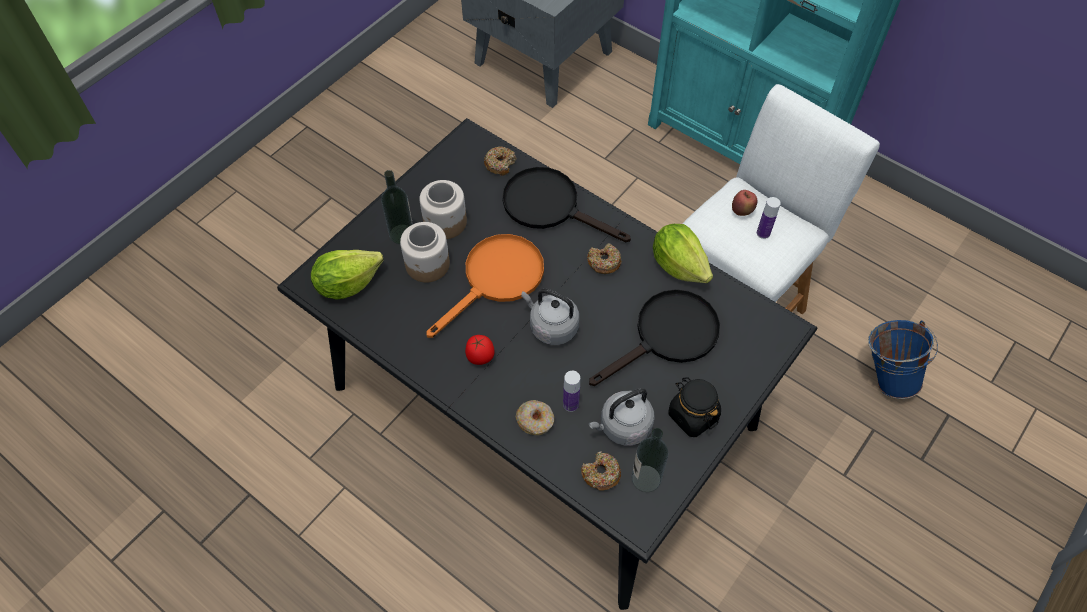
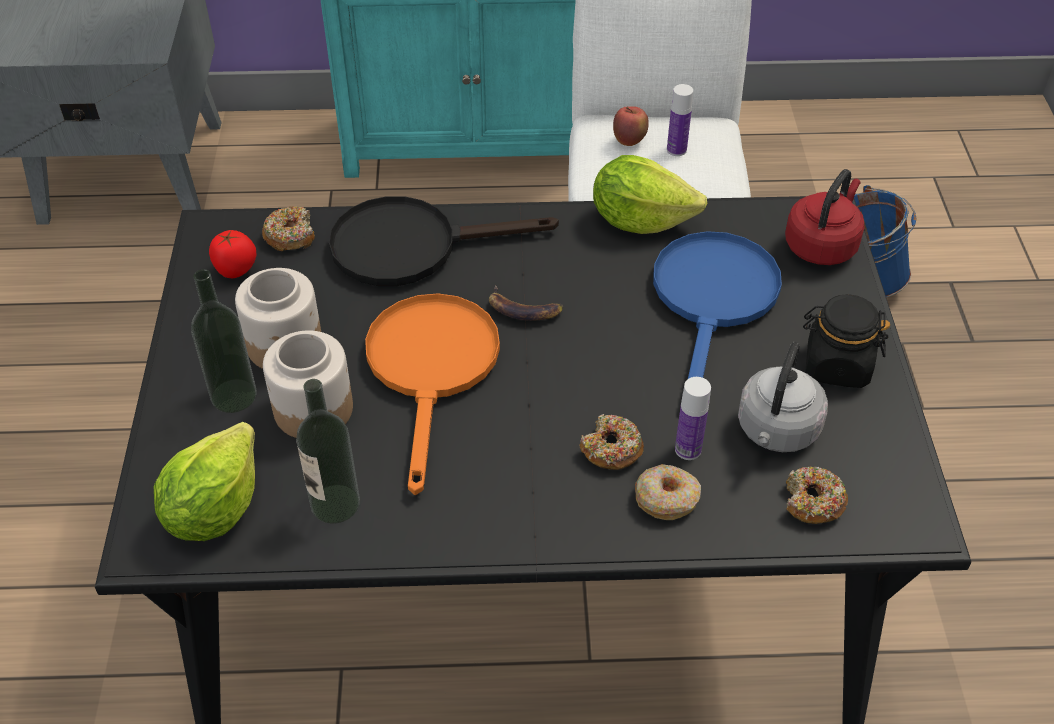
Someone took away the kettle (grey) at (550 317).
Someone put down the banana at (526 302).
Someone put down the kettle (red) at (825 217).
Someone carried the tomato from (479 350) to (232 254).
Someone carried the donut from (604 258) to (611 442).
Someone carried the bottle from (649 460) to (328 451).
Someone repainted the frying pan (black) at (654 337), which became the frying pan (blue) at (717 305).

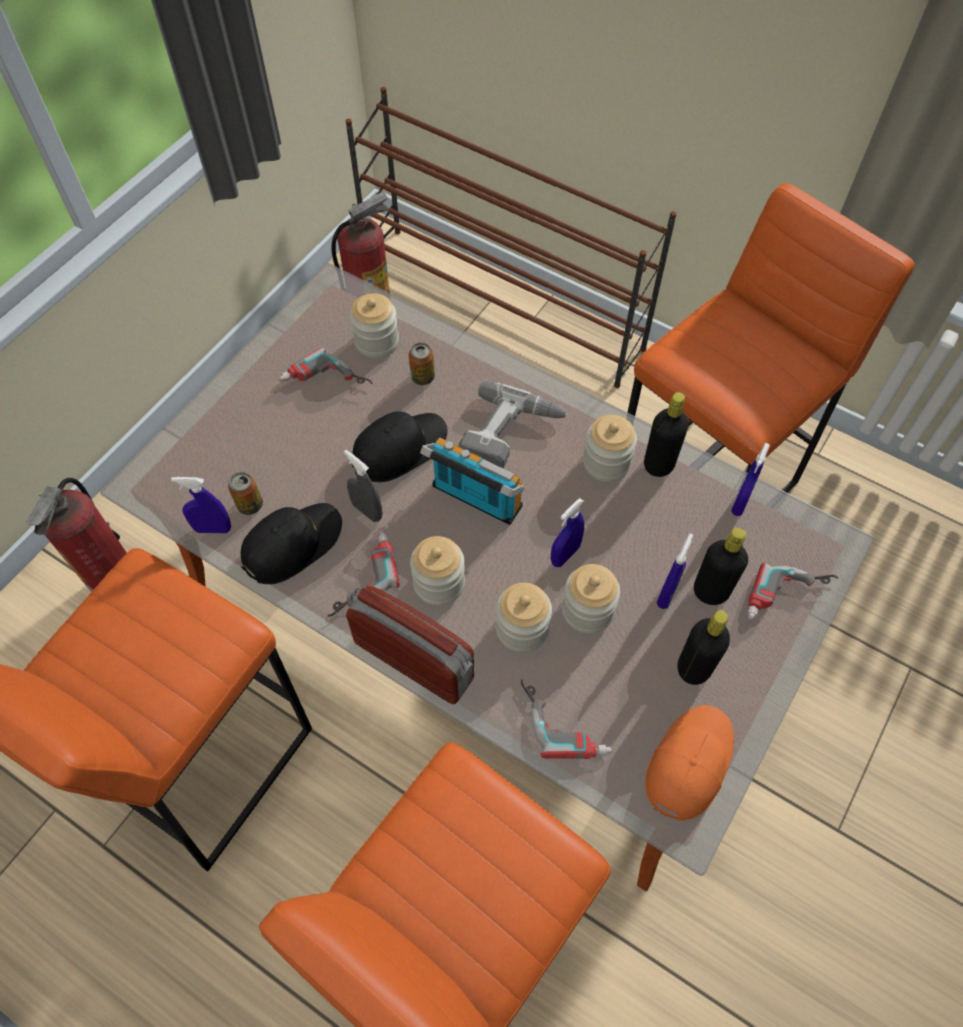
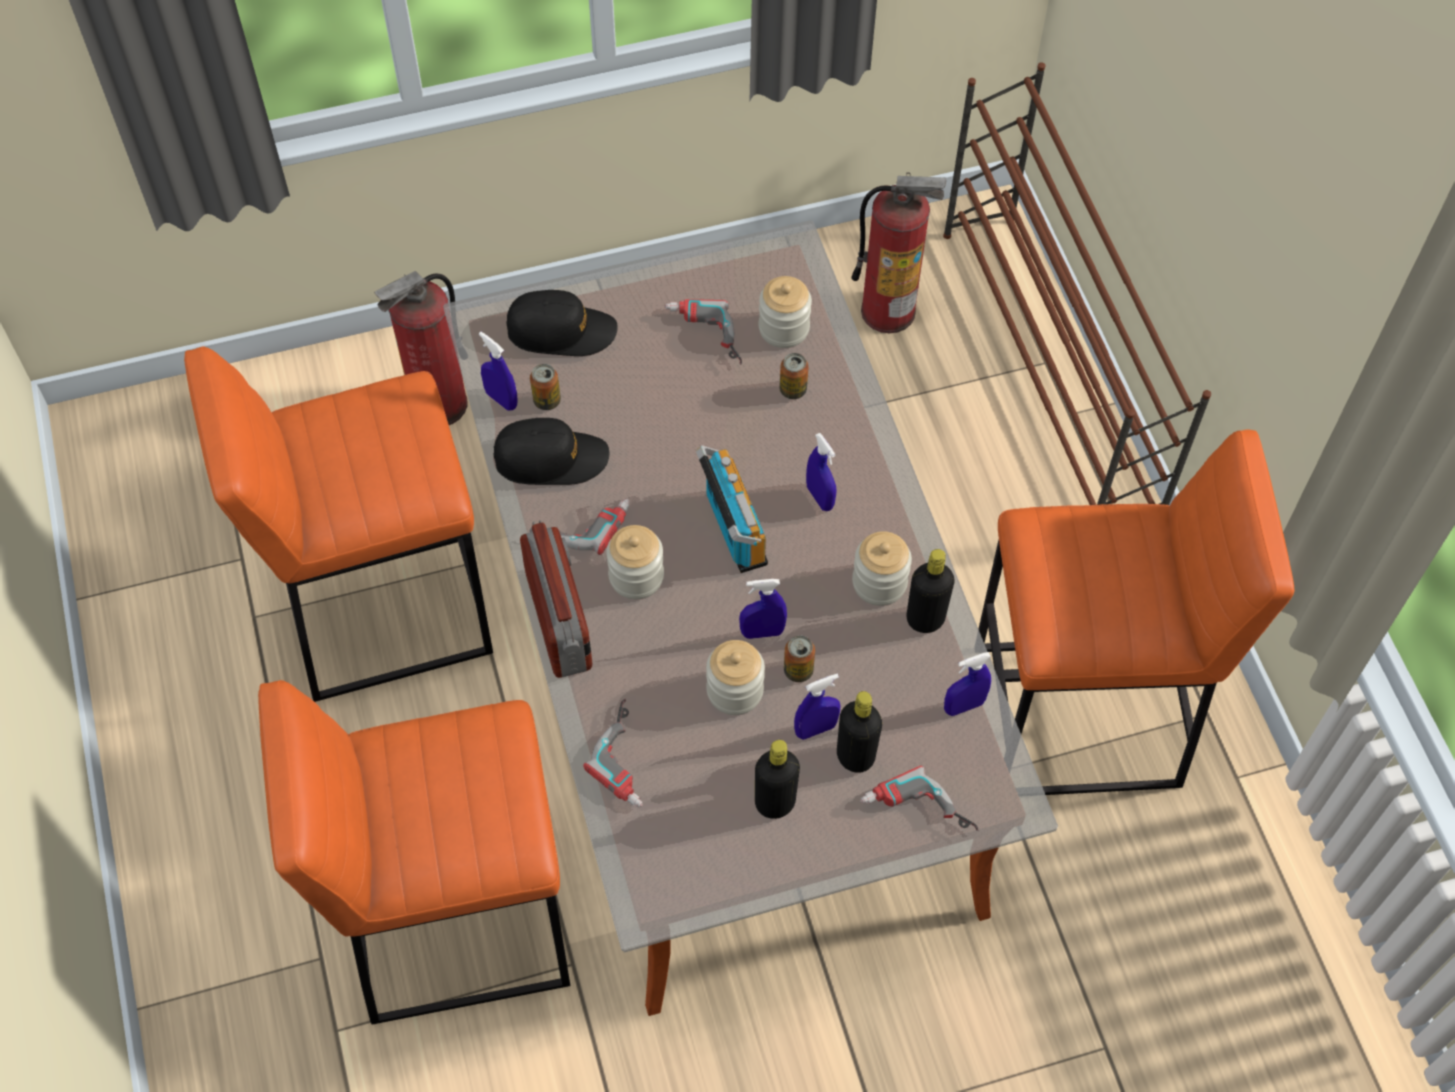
Someone took away the spray bottle (grey) at (363 486).
Someone took away the jar at (524 618).
Someone took away the cap (orange) at (689 763).
Someone put down the can at (799 659).
Someone carried the cap (black) from (400 446) to (562 323).
Someone swapped the power drill at (513 424) for the spray bottle (blue) at (821 472).

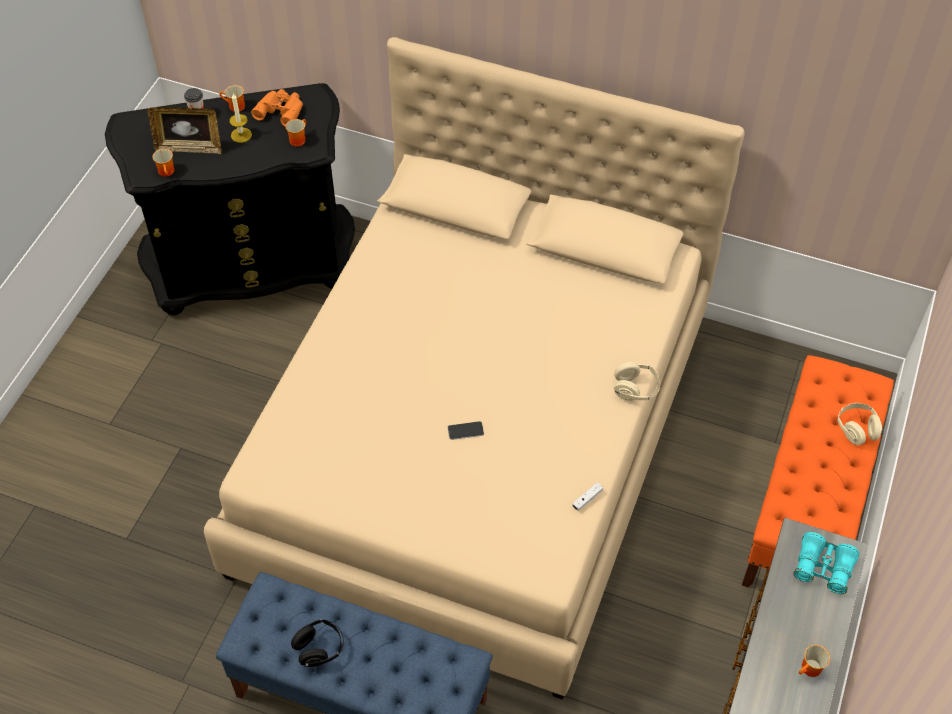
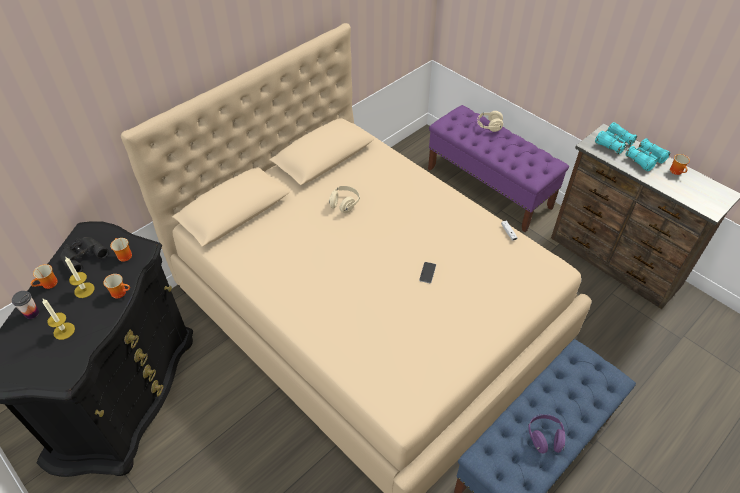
Someone put down the binoculars (turquoise) at (647 155).
Someone carried the mug from (163 163) to (116 286).
Someone carried the headphones (beige) from (637 381) to (344 199).
Someone swapped the picture frame at (184 130) for the candle at (58 319).
Someone repainted the binoculars (orange) at (277 107), which became the binoculars (black) at (84 255).
Someone repainted the headphones (black) at (317 643), which became the headphones (purple) at (546 433).
Someone repainted the bench (orange) at (818 471), which became the bench (purple) at (498 168).

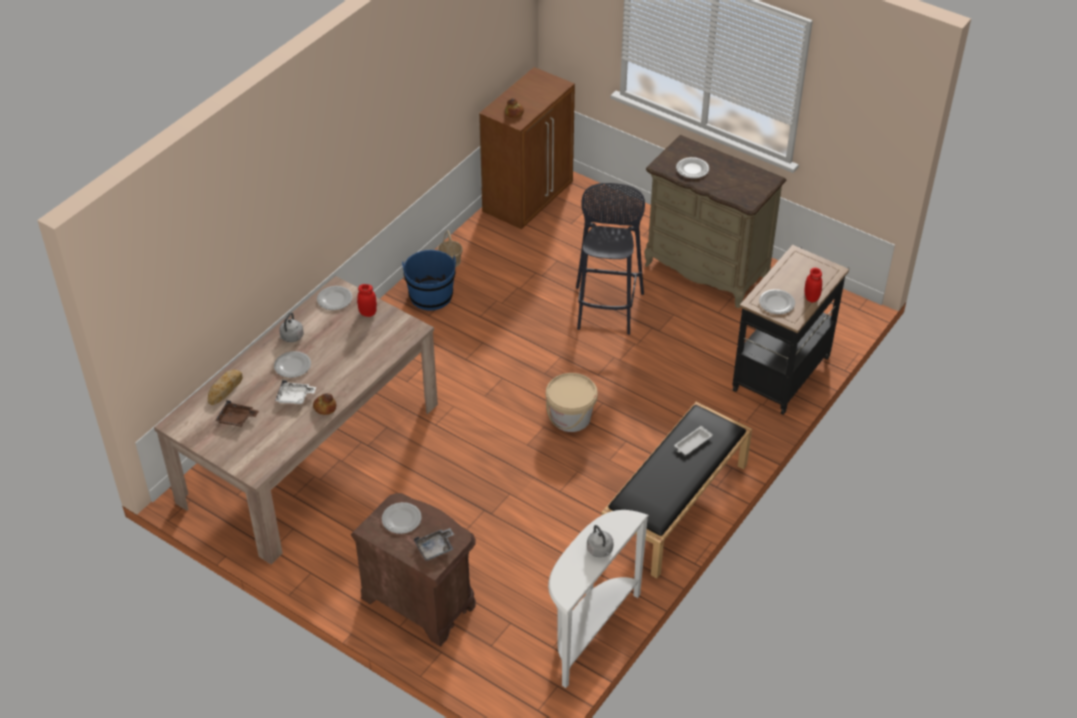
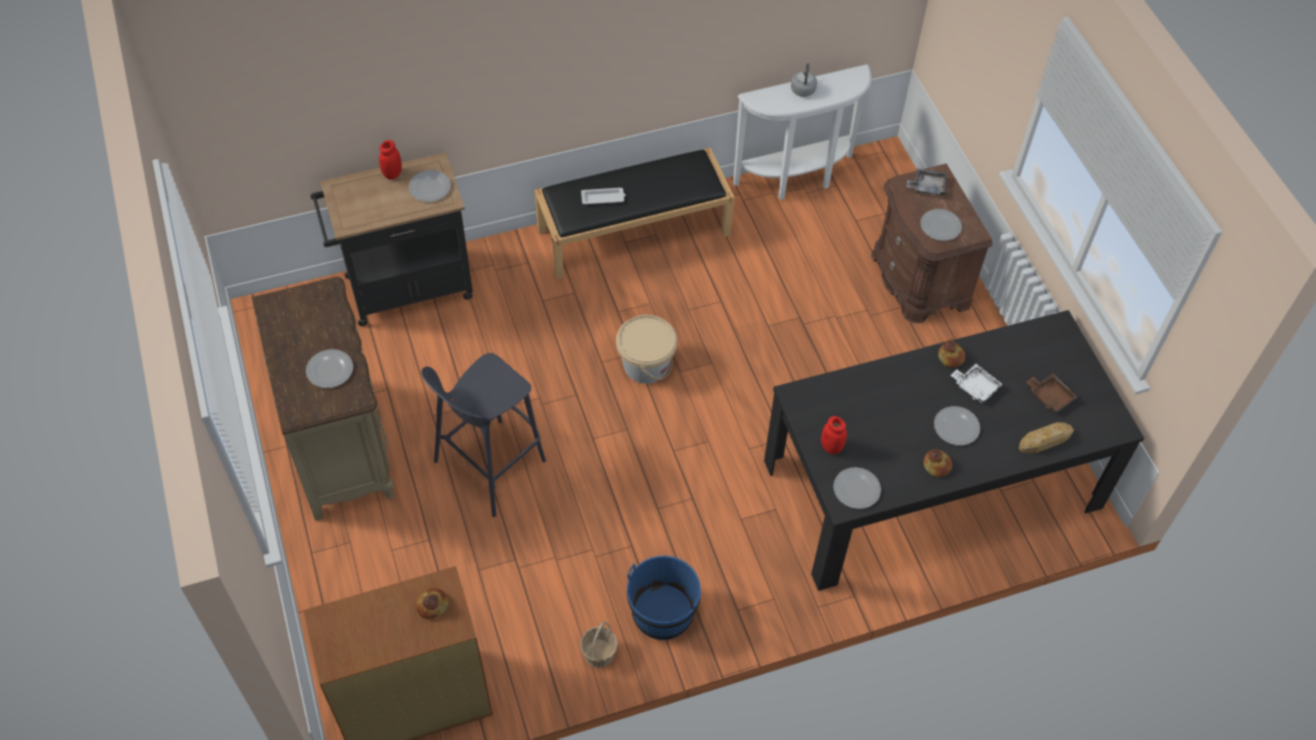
Someone swapped the kettle (grey) at (291 327) for the bread at (937 463).
Someone repainted the dining table (beige) at (296 420), which became the dining table (black) at (954 450).

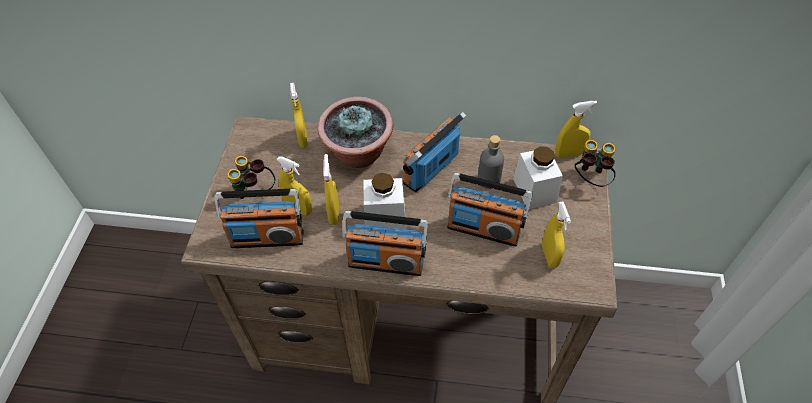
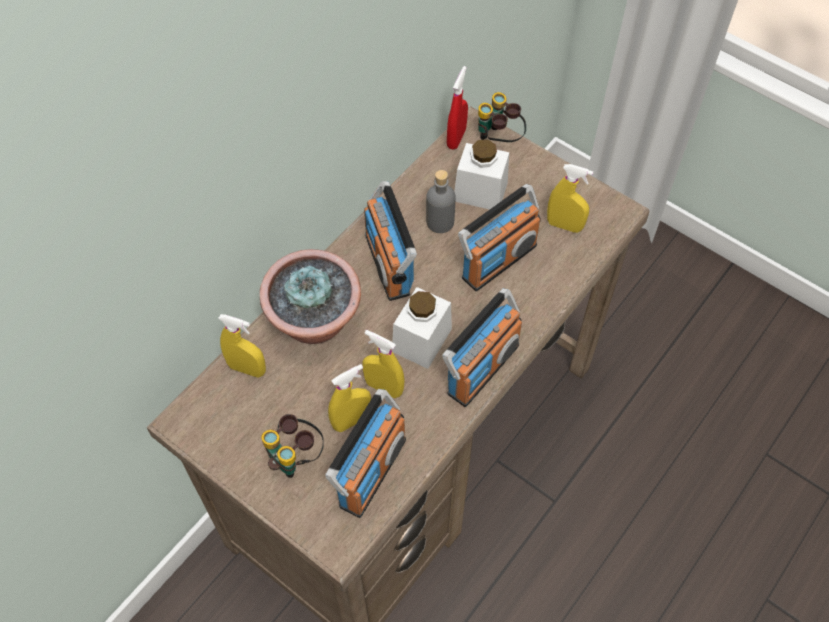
Someone repainted the spray bottle (yellow) at (576 129), which became the spray bottle (red) at (457 108).

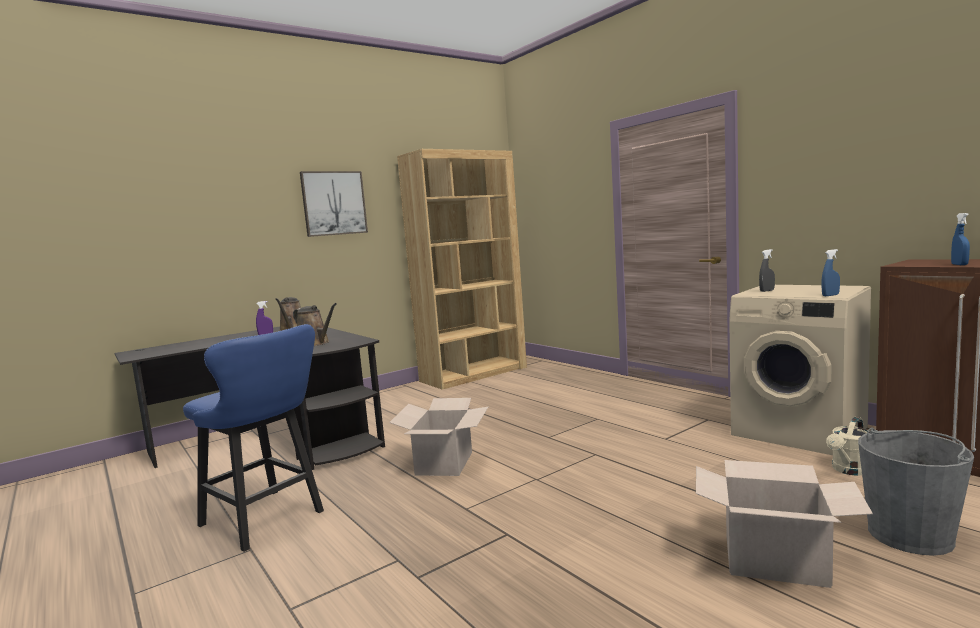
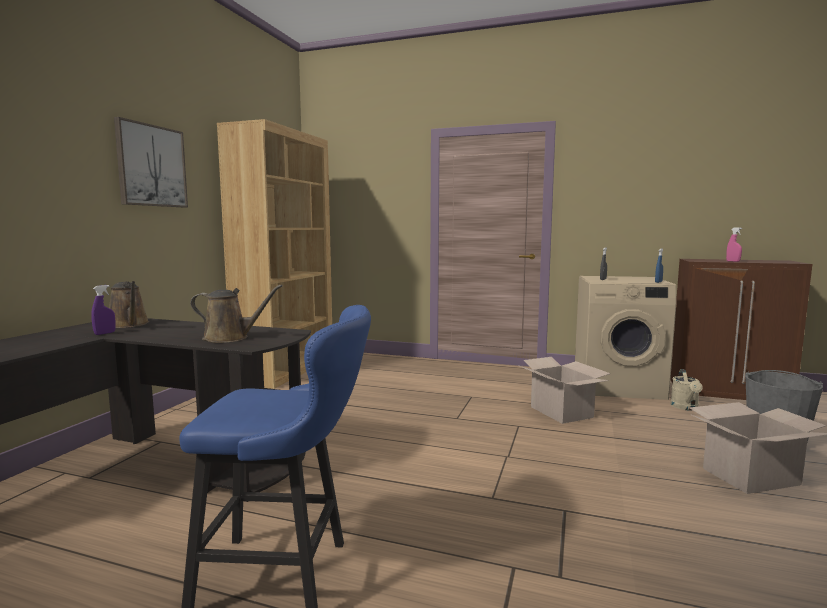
Someone carried the cardboard box from (438 437) to (564 390).
Someone repainted the spray bottle (blue) at (960 239), which became the spray bottle (pink) at (734 244).

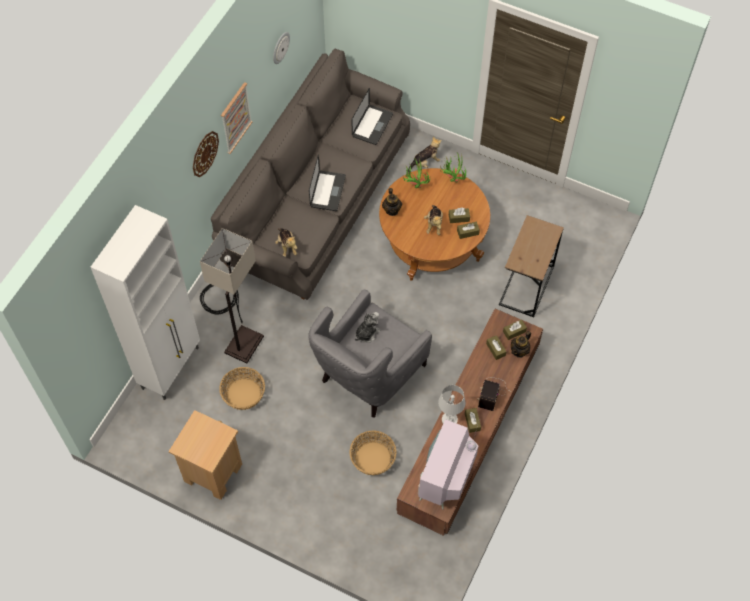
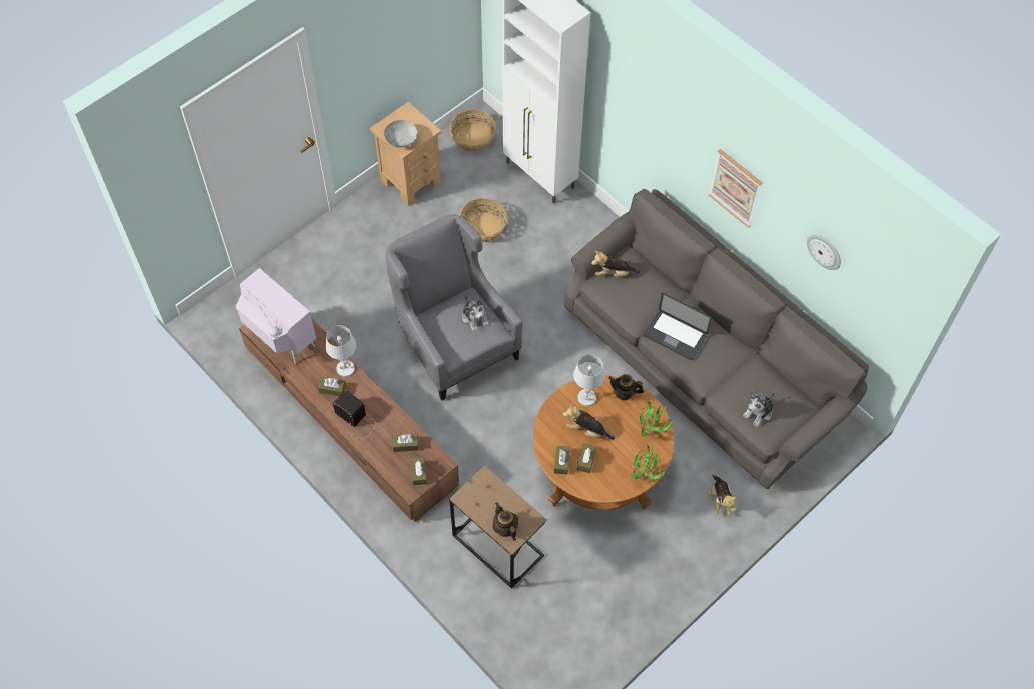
Someone took away the wall clock at (206 154).
Someone took away the floor lamp at (232 295).
Someone put down the bowl (grey) at (400 133).
Someone put down the table lamp (white) at (589 380).
Someone carried the basket from (373 452) to (472 131).
Someone carried the teapot from (521 344) to (505 521).
Someone swapped the laptop at (372 116) for the plush toy at (759 409).

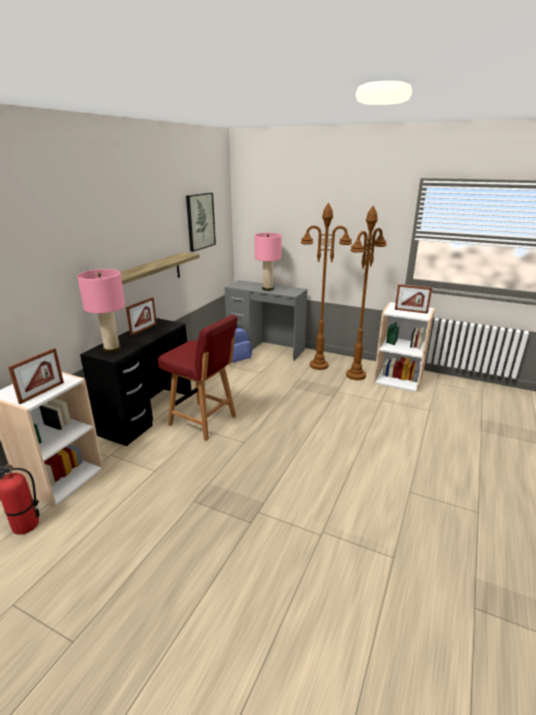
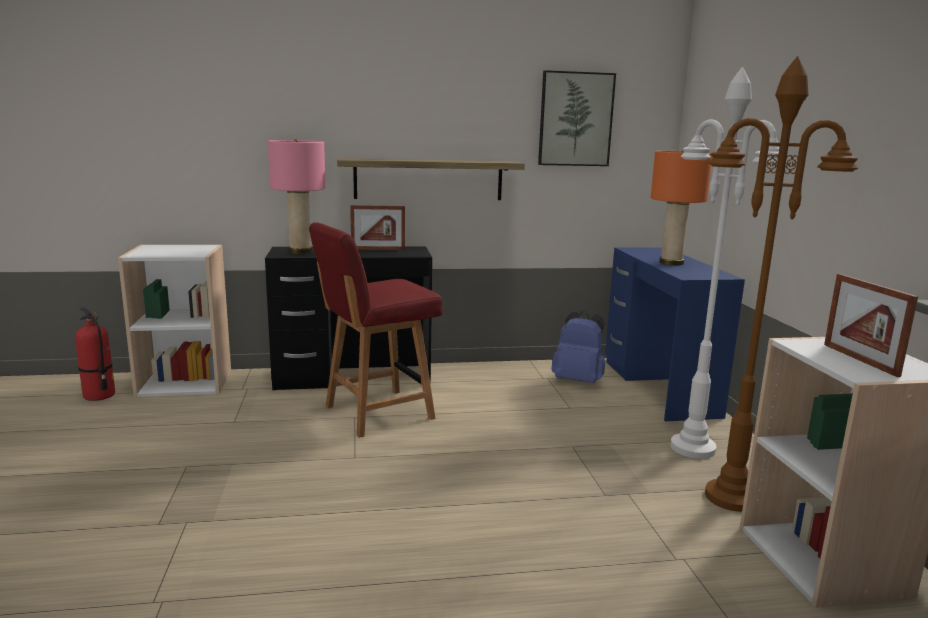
Someone took away the picture frame at (36 376).
Someone repainted the desk (grey) at (266 320), which became the desk (blue) at (675 334).
Someone repainted the table lamp (pink) at (268 262), which became the table lamp (orange) at (682 207).
Someone repainted the floor lamp (brown) at (326 286), which became the floor lamp (white) at (728 263).
Someone rotated the chair (red) at (198 378) by 60 degrees clockwise.

